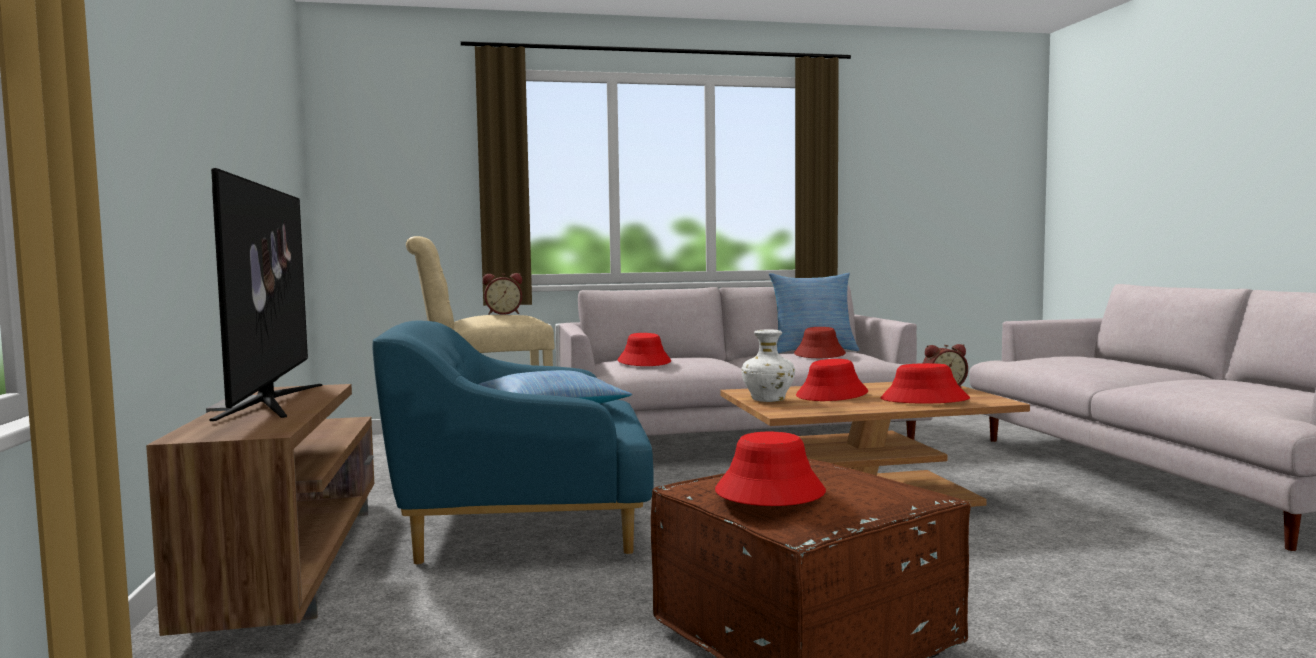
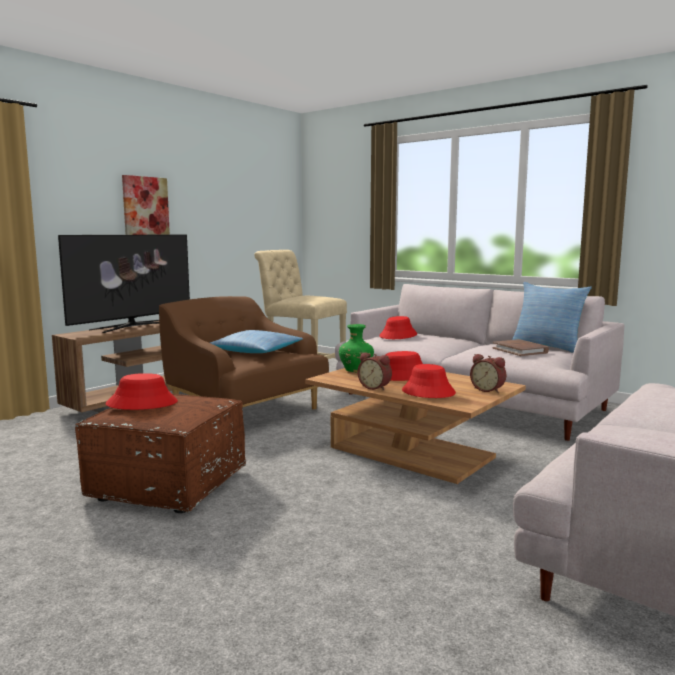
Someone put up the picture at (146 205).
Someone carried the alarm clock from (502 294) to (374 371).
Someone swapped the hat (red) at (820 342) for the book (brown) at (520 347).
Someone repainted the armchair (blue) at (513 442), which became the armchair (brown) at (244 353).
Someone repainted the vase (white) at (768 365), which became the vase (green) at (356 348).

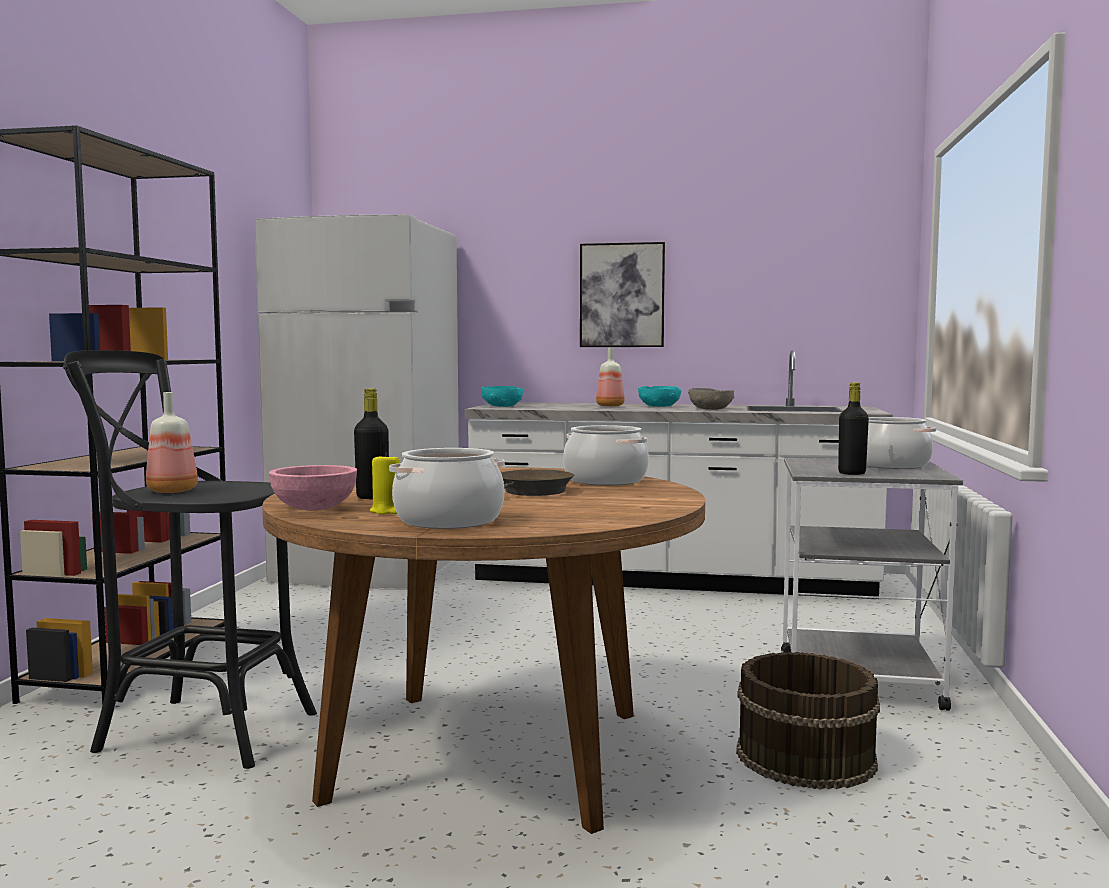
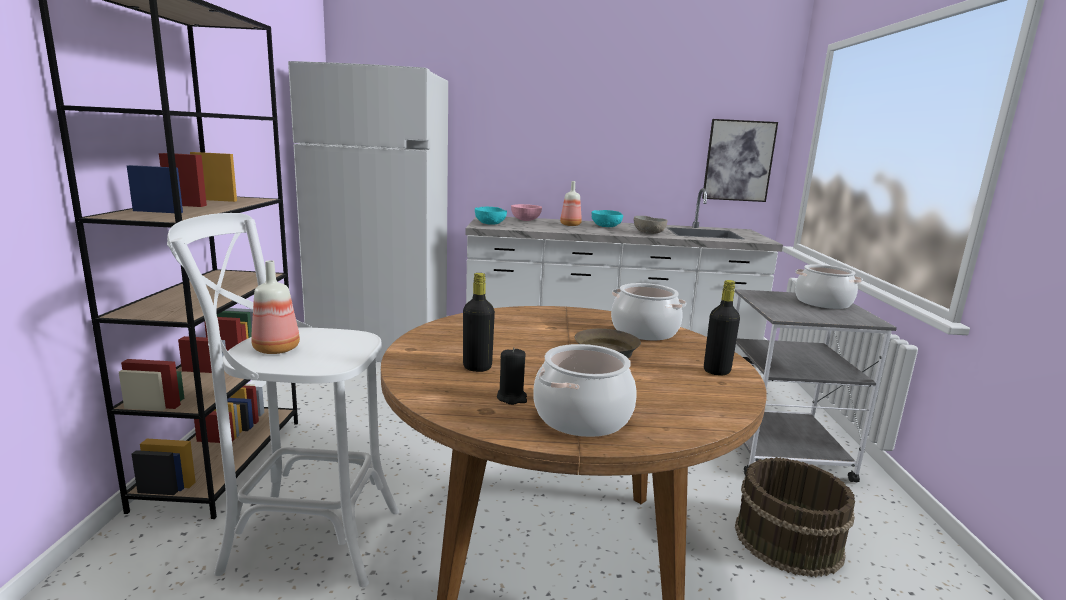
Someone carried the bowl (pink) from (313 488) to (526 212).
Someone carried the picture from (622 294) to (740 160).
Someone carried the bottle (black) from (853 428) to (722 327).
Someone repainted the stool (black) at (190 559), which became the stool (white) at (283 400).
Someone repainted the candle (yellow) at (384 483), which became the candle (black) at (512 376).

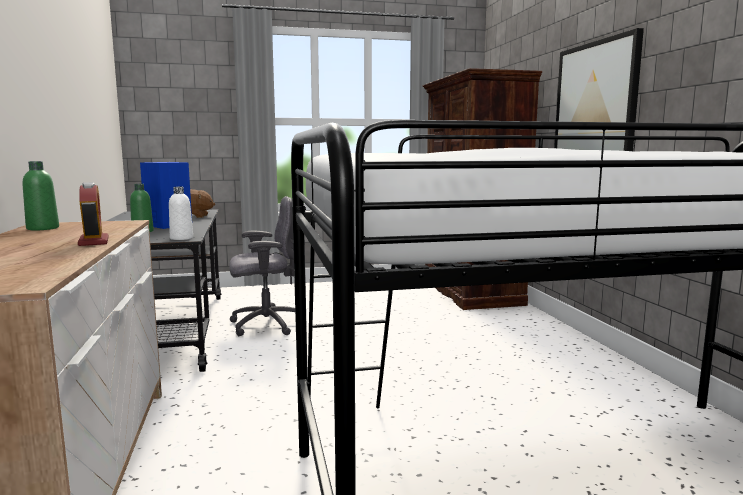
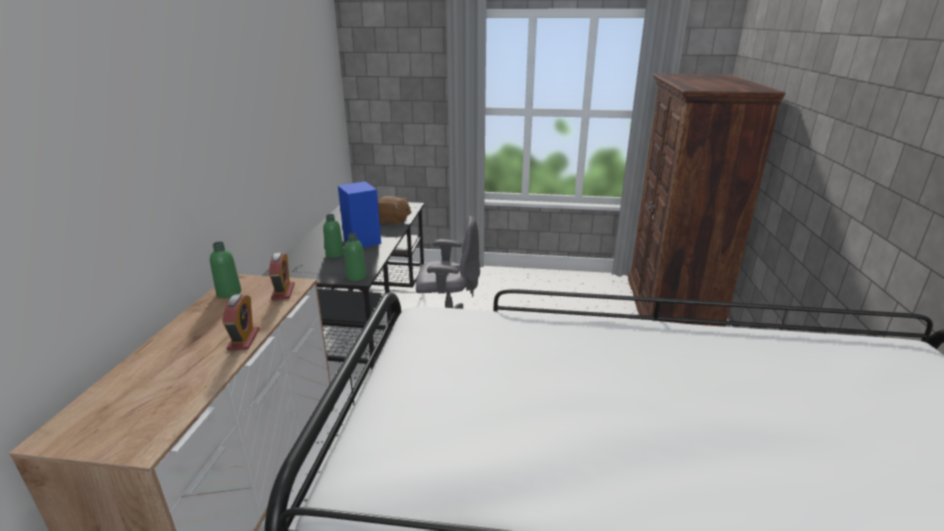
Someone took away the picture at (599 89).
Someone put down the alarm clock at (282 276).
Someone repainted the bottle (white) at (181 213), which became the bottle (green) at (355 257).

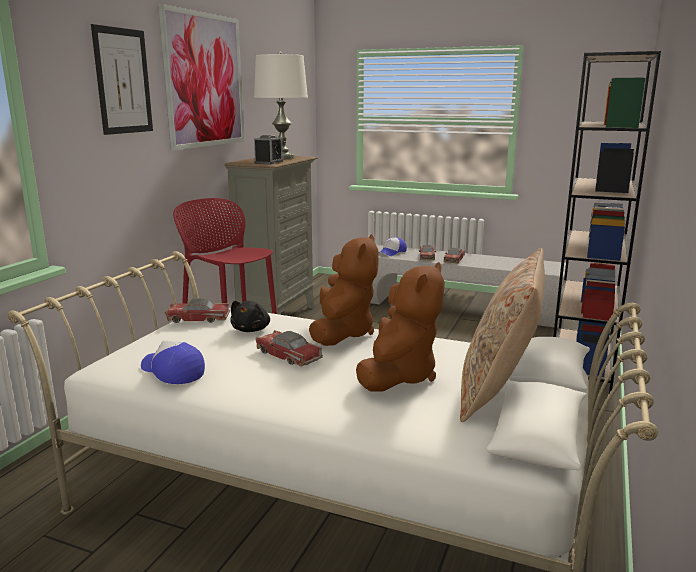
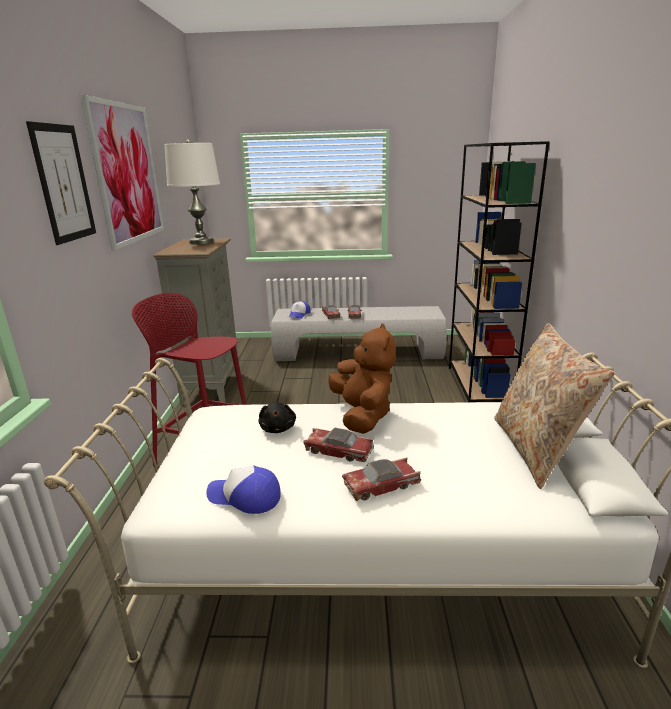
Someone took away the alarm clock at (268 149).
Someone took away the plush toy (brown) at (400 327).
Someone carried the toy car from (197 310) to (381 479).

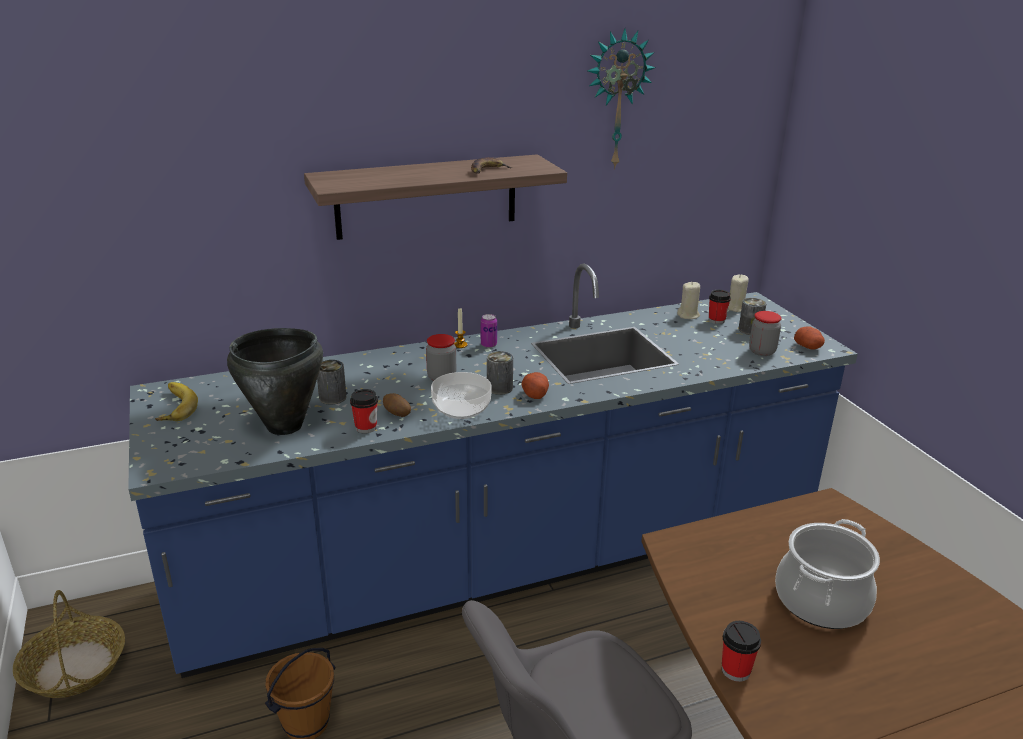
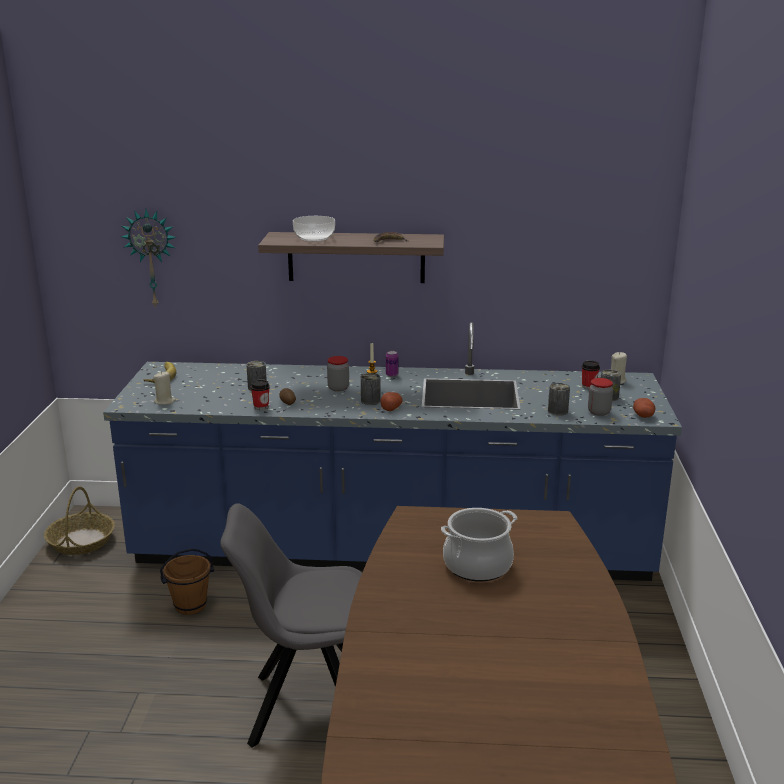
Someone took away the cooking pot (black) at (275 381).
Someone took away the cup at (741 651).
Someone put down the can at (559 399).
Someone carried the bowl from (461 395) to (314 228).
Someone carried the wall clock from (621 98) to (149 259).
Someone carried the candle (beige) from (688 300) to (164 388).

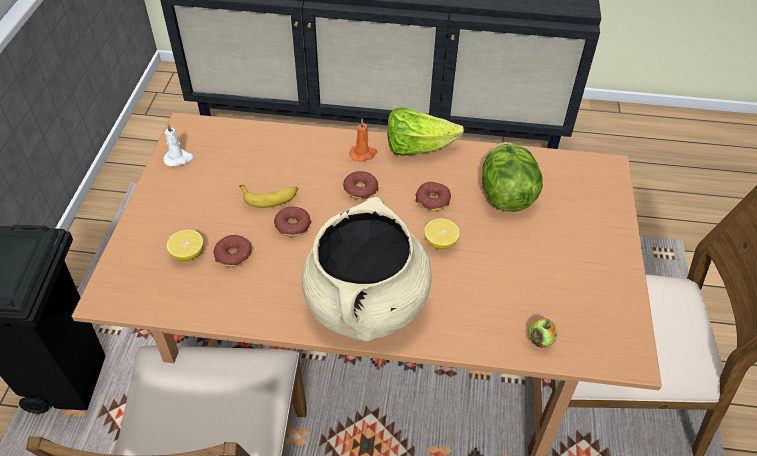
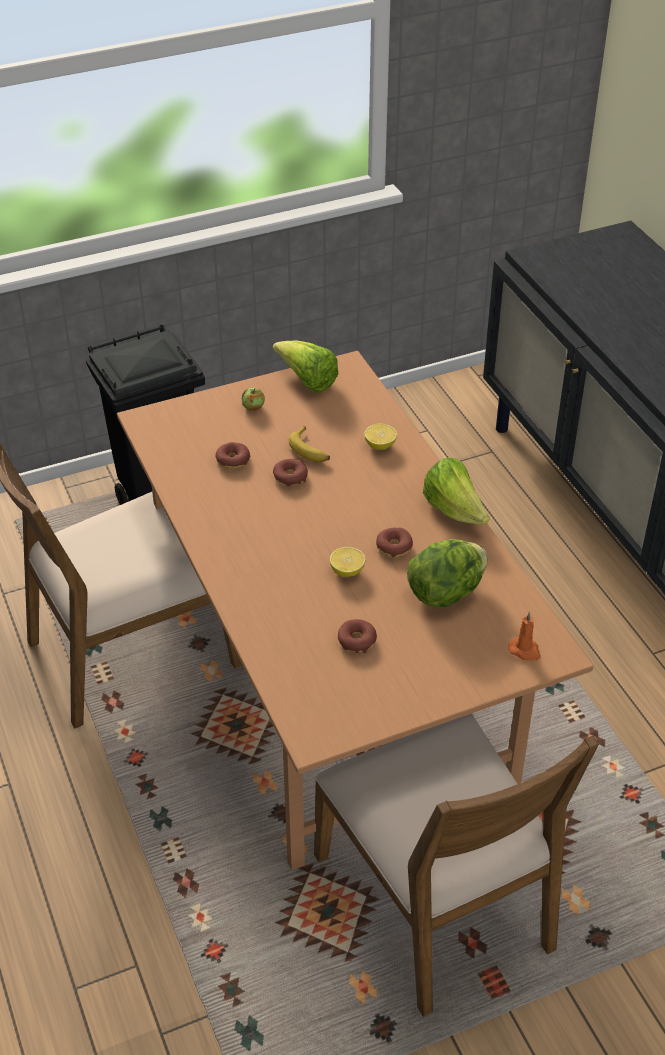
Someone took away the cooking pot (beige) at (367 269).
Someone carried the lemon from (185 245) to (380 436).
Someone carried the donut from (360 185) to (357 636).
Someone carried the candle (orange) from (363 140) to (524 636).
Someone carried the apple from (543 333) to (253 399).
Someone swapped the candle (white) at (178 145) for the lettuce at (305 366).

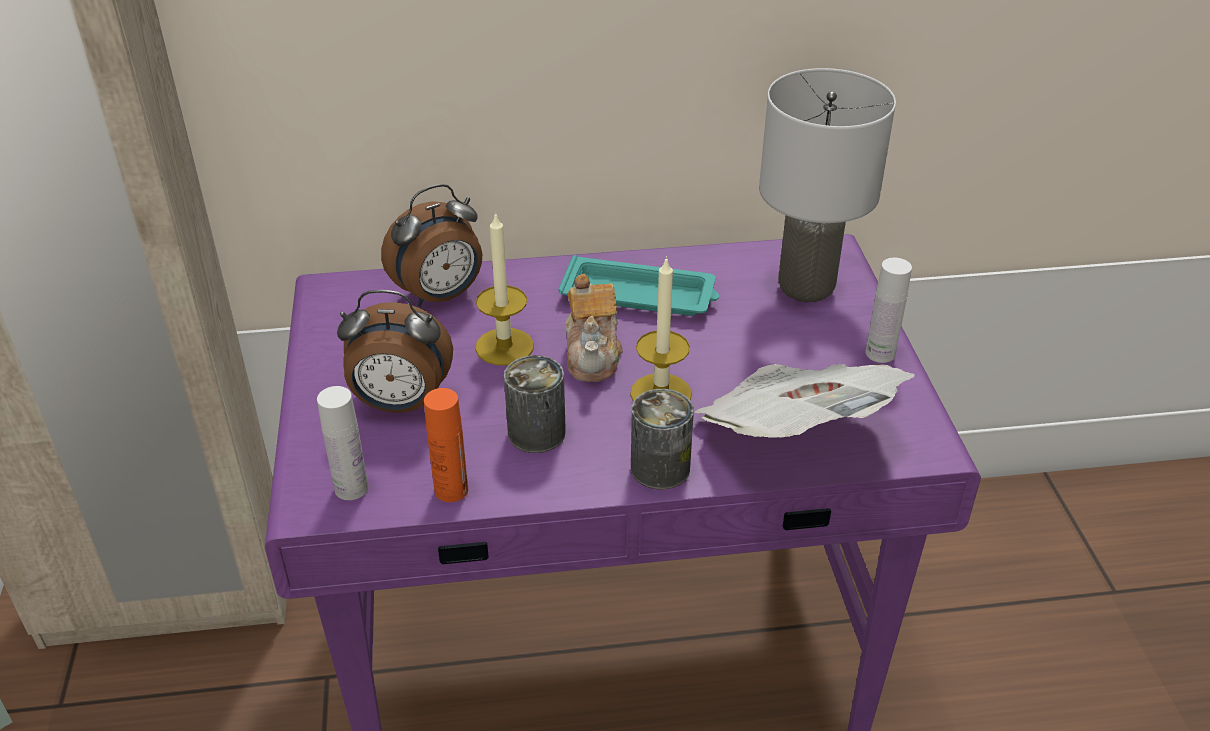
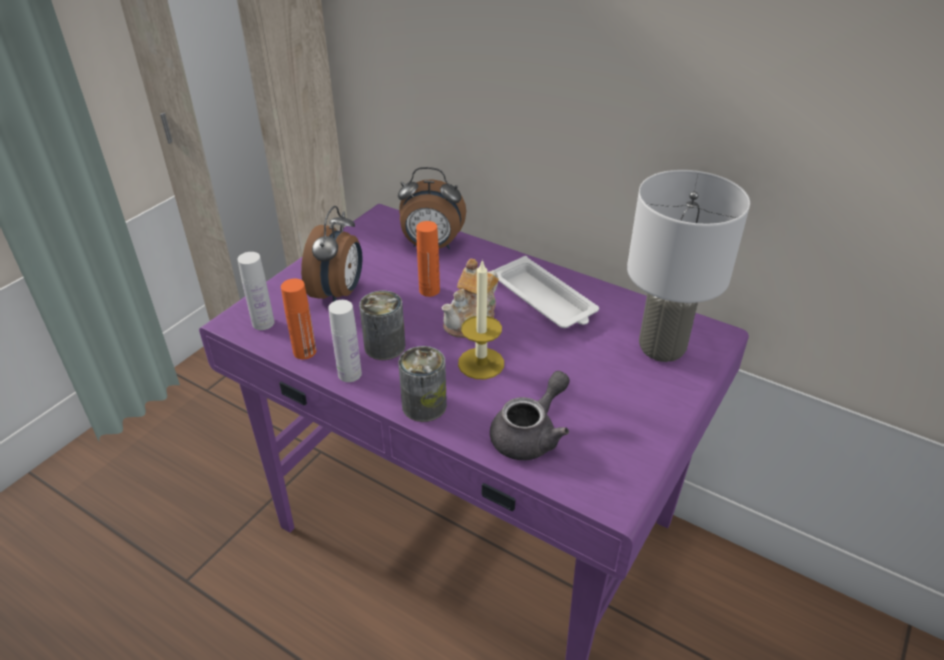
Someone carried the bottle (white) from (889 310) to (345 341).
Someone swapped the candle at (504 288) for the bottle (orange) at (428 259).
Someone swapped the newspaper at (804 401) for the teapot (grey) at (530 415).
Someone repainted the tray (turquoise) at (638 285), which became the tray (white) at (546 292).
Someone rotated the alarm clock at (395 351) by 120 degrees counterclockwise.

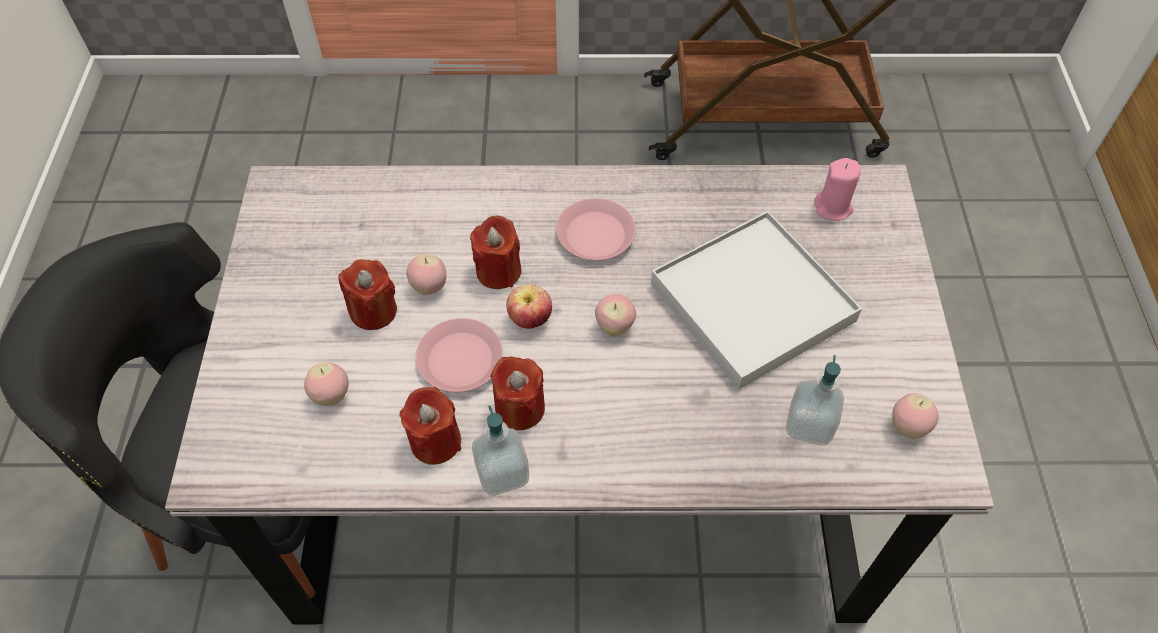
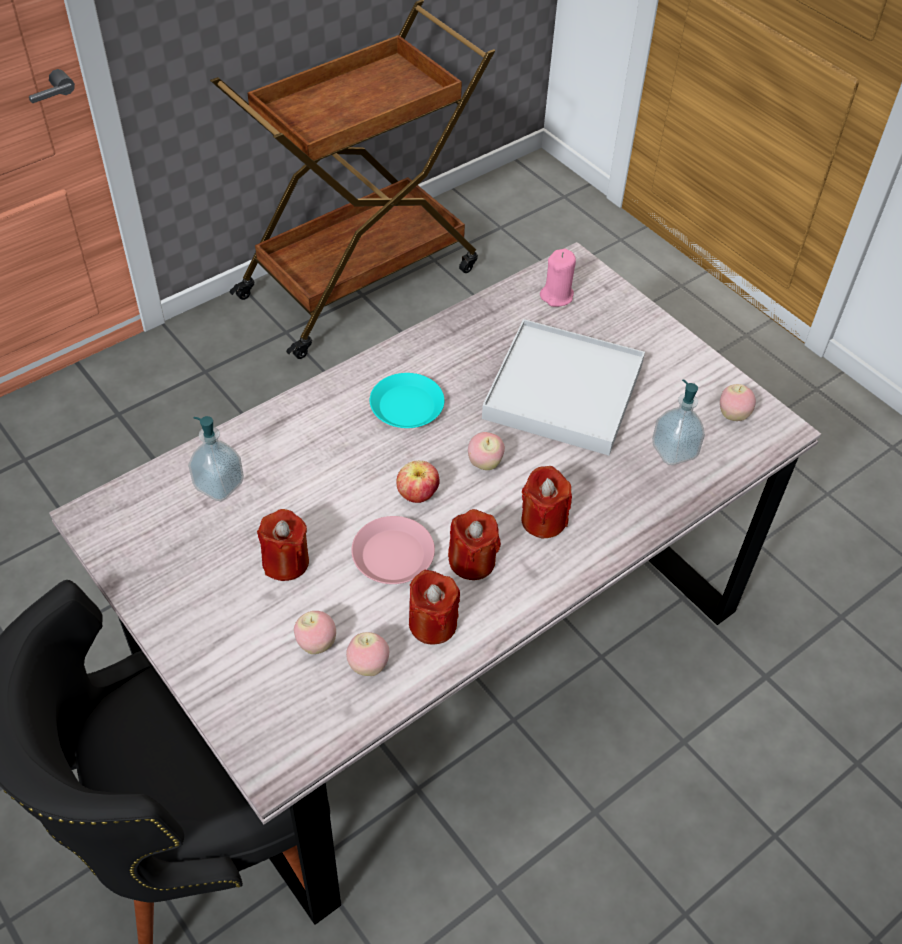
Someone carried the apple from (426 274) to (367 654).
Someone carried the candle (red) from (495 252) to (547 502).
Someone carried the soap dispenser from (500 451) to (216 458).
Someone repainted the plate (pink) at (596 229), which became the plate (turquoise) at (407 400).

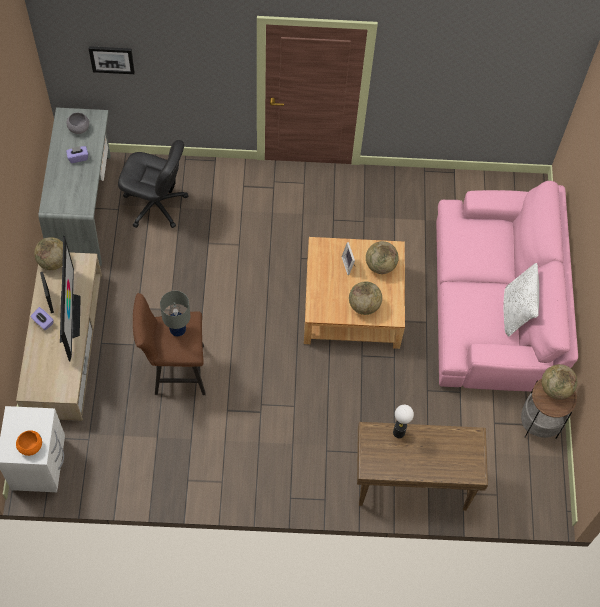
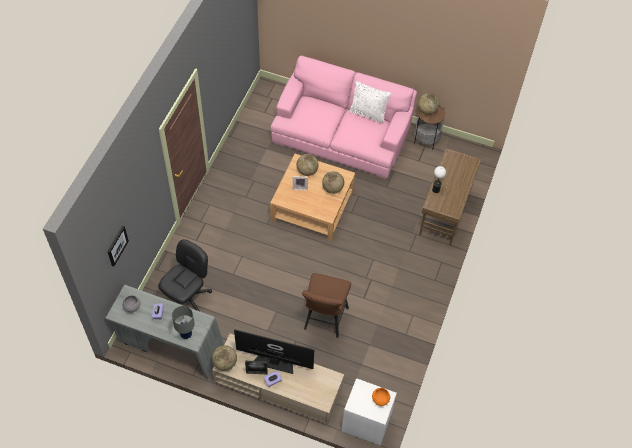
Someone carried the table lamp (grey) from (175 313) to (183 322).

